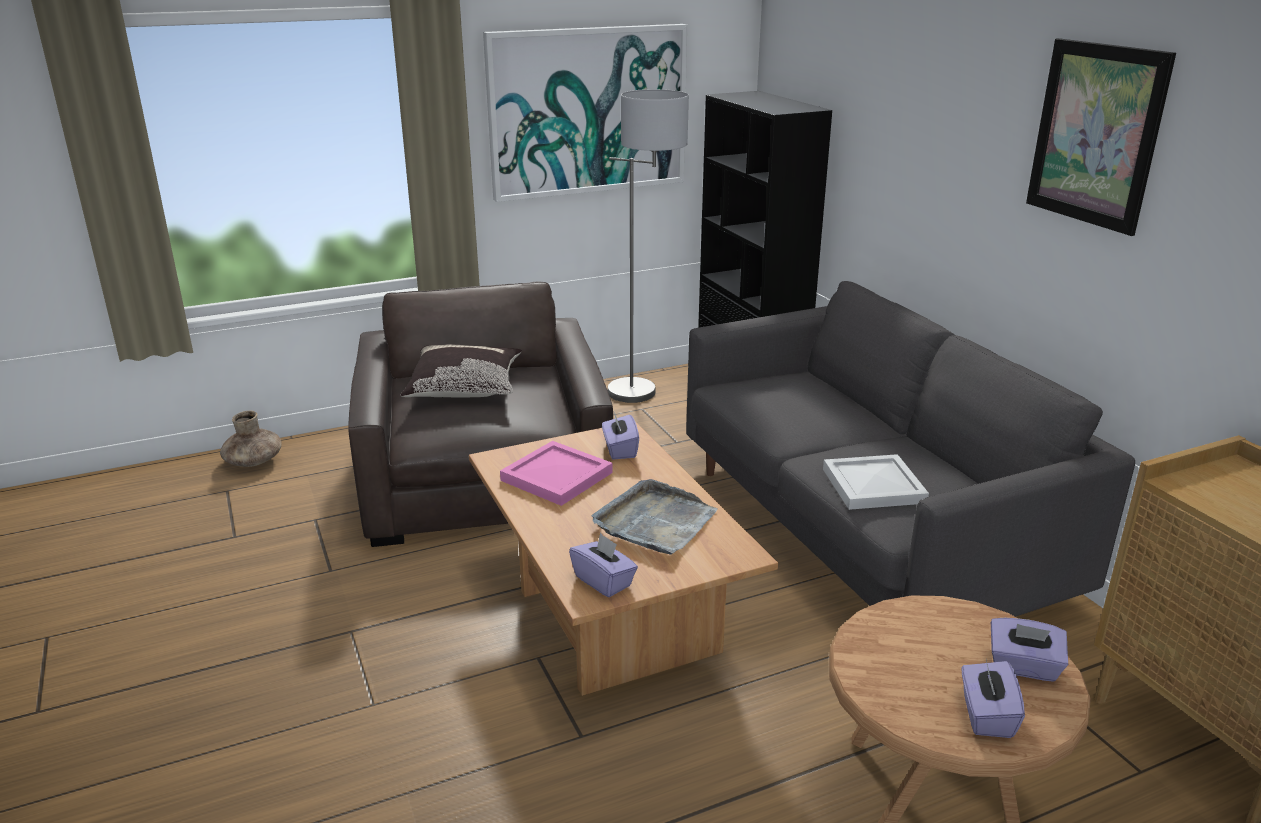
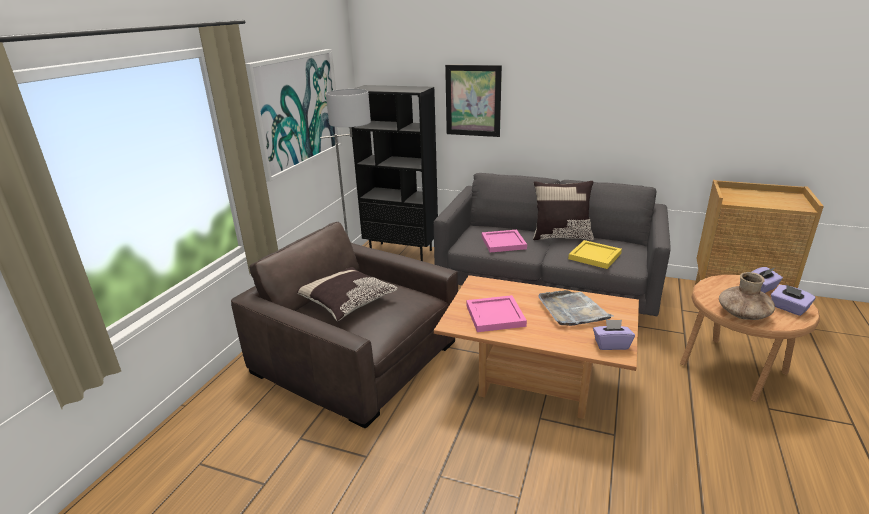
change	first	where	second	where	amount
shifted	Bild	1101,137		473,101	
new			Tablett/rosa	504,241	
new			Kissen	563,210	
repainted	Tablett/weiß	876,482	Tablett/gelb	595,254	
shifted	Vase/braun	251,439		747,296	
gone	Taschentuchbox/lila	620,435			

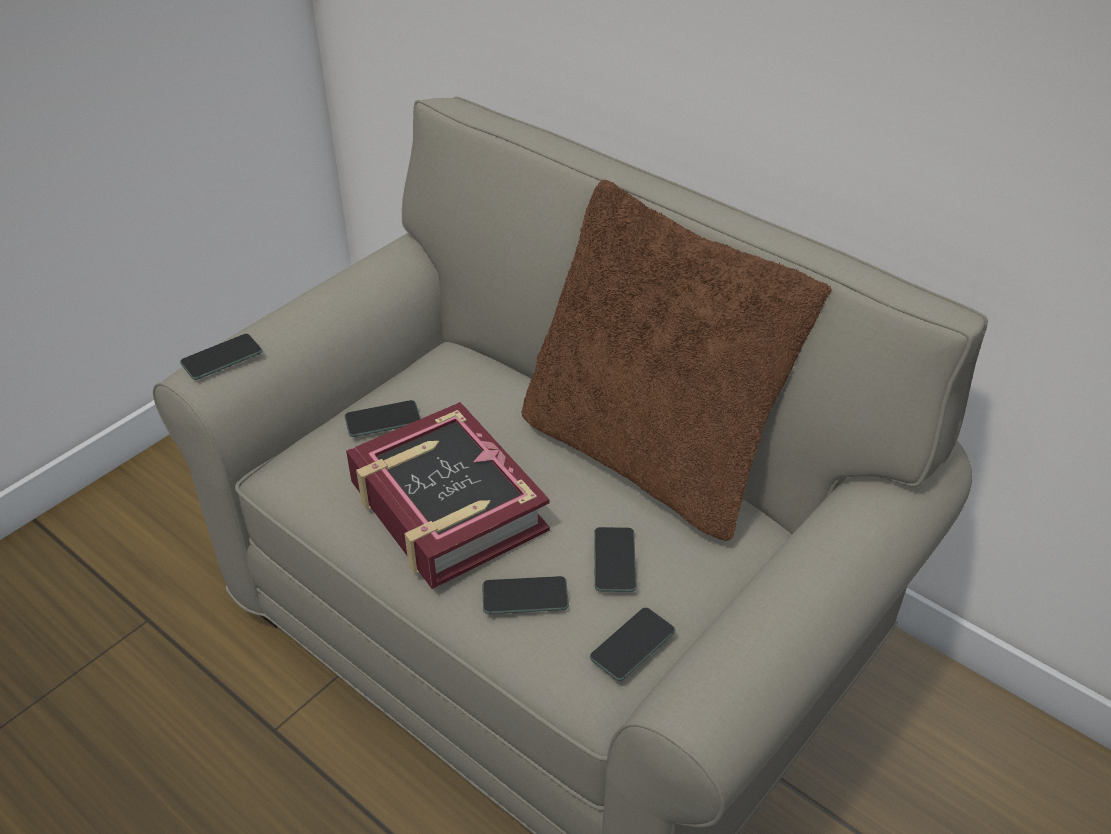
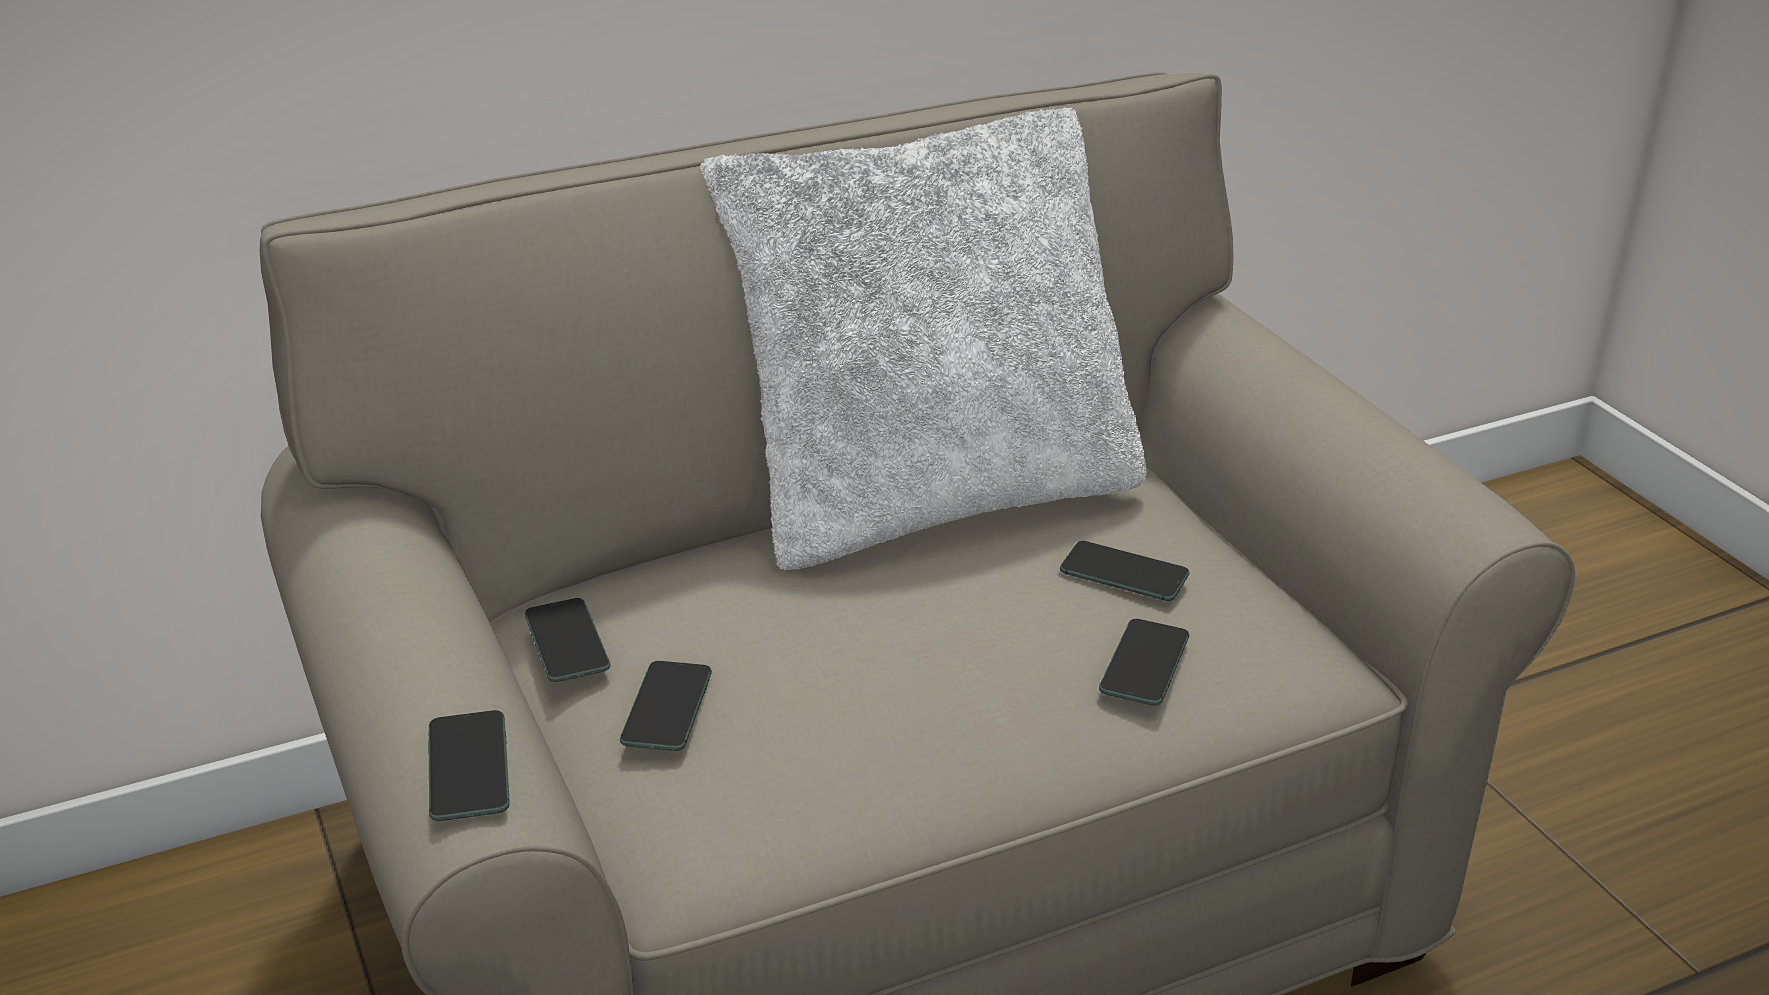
change	first	where	second	where	amount
shifted	Handy	632,644		568,640	
repainted	Kissen/braun	676,360	Kissen/weiß	923,339	
gone	Buch	448,495			

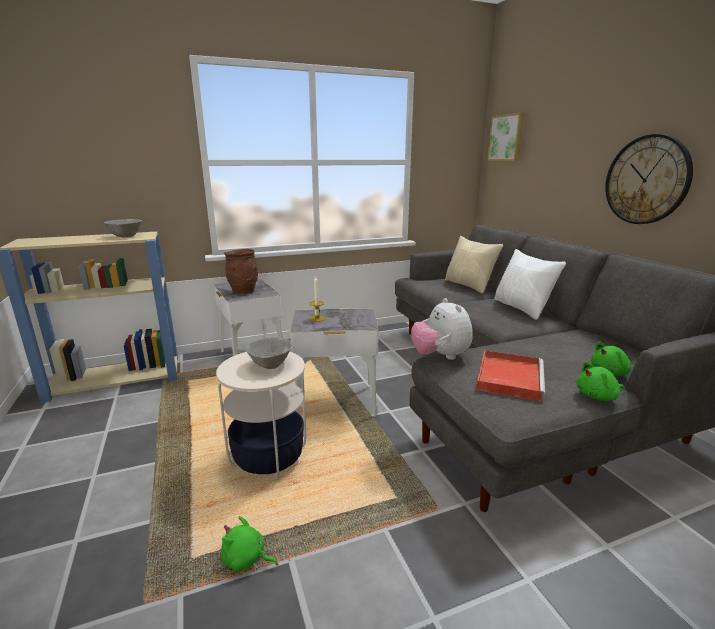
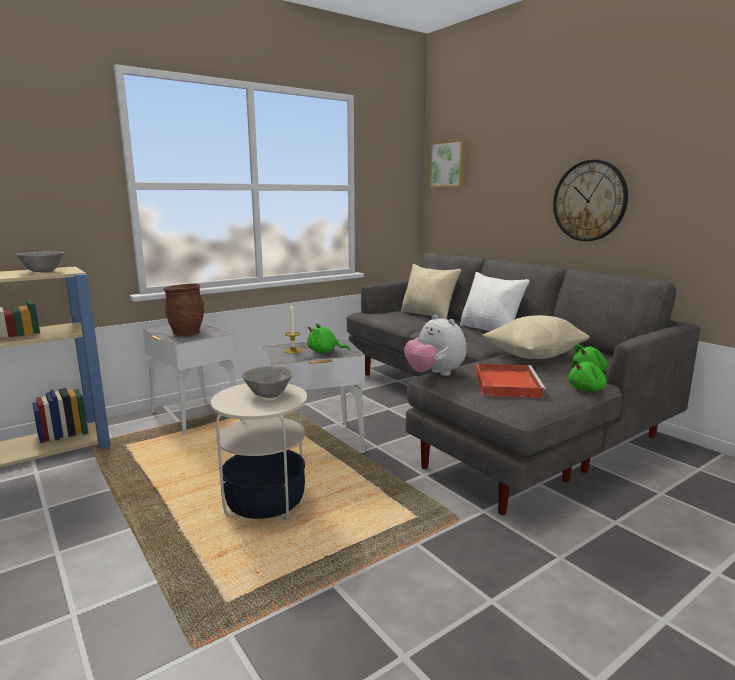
change	first	where	second	where	amount
shifted	Plüschtier/grün	249,543		328,338	
new			Kissen/beige	536,337	

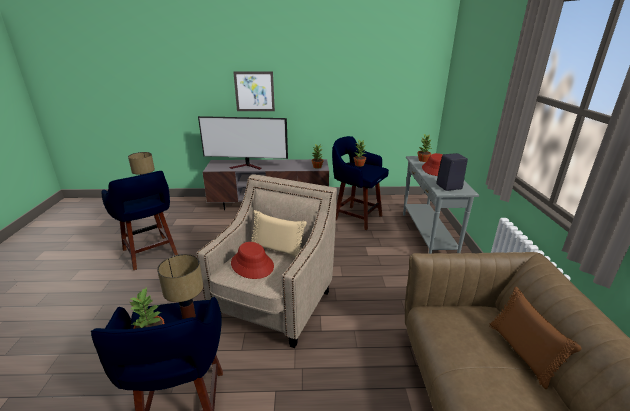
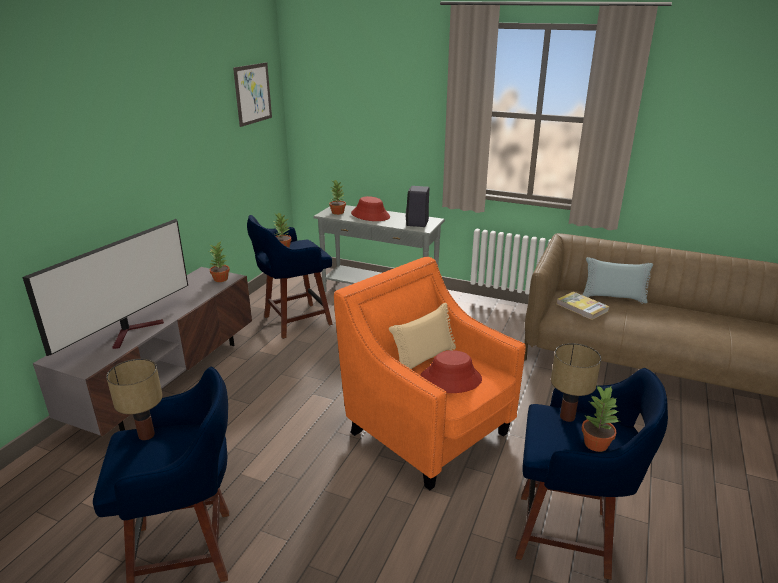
change	first	where	second	where	amount
shifted	Bild	254,91		252,94	
repainted	Sessel/beige	266,261	Sessel/orange	430,373	
new			Buch	583,306	
repainted	Kissen/braun	535,338	Kissen/blau	617,280	

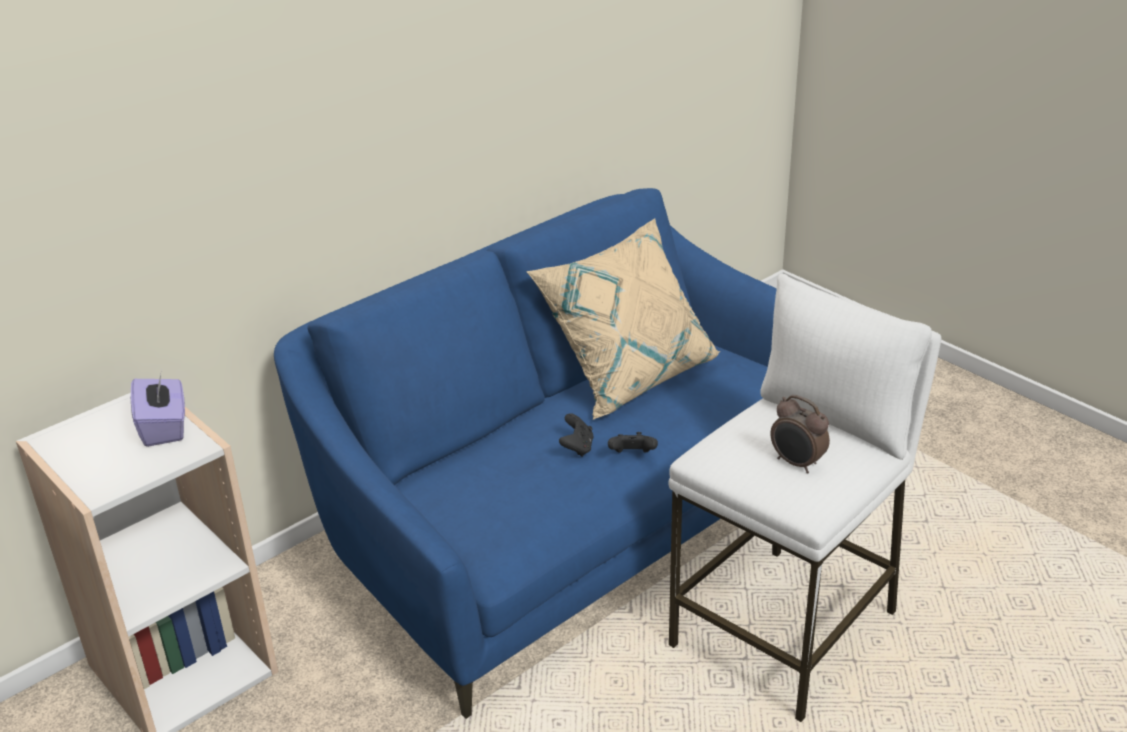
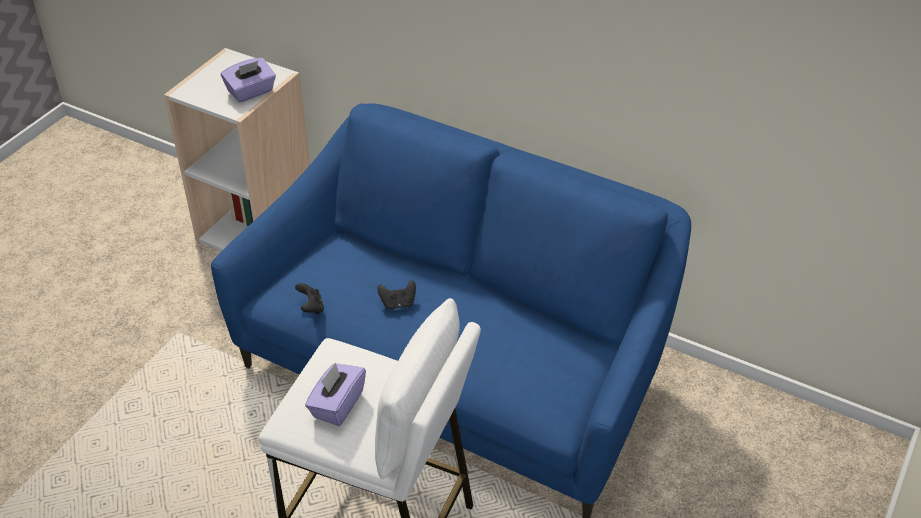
change	first	where	second	where	amount
shifted	Gamepad/schwarz	633,442		309,298	
swapped	Wecker	800,434	Taschentuchbox/lila	335,394	
gone	Kissen/beige	623,319			

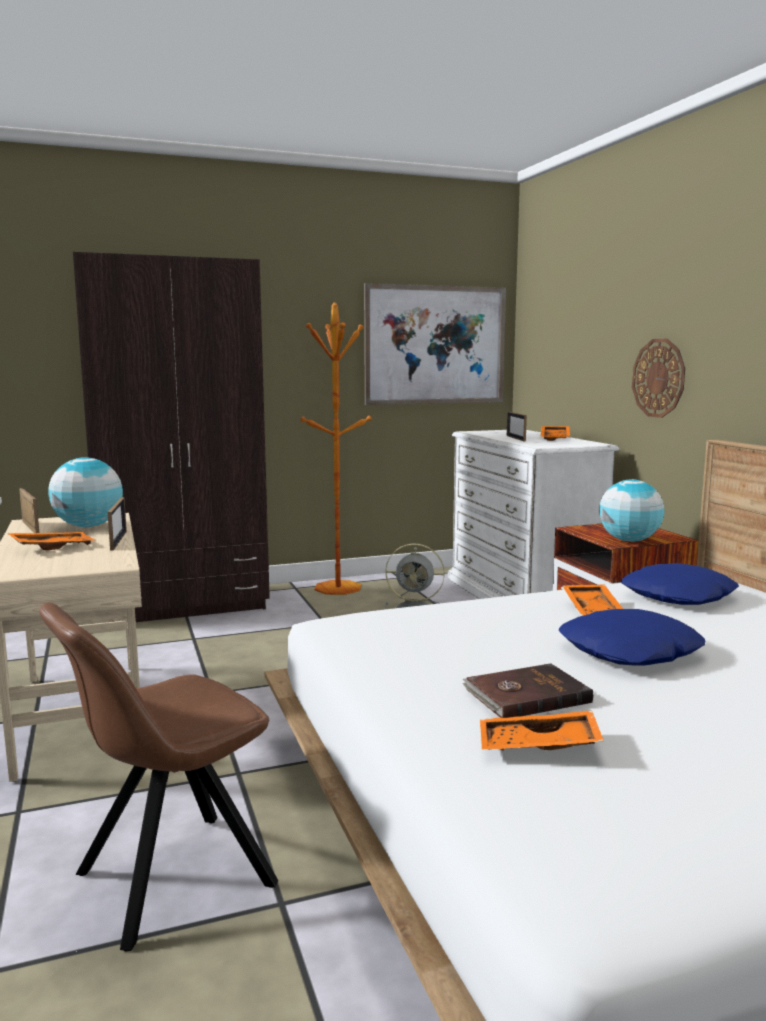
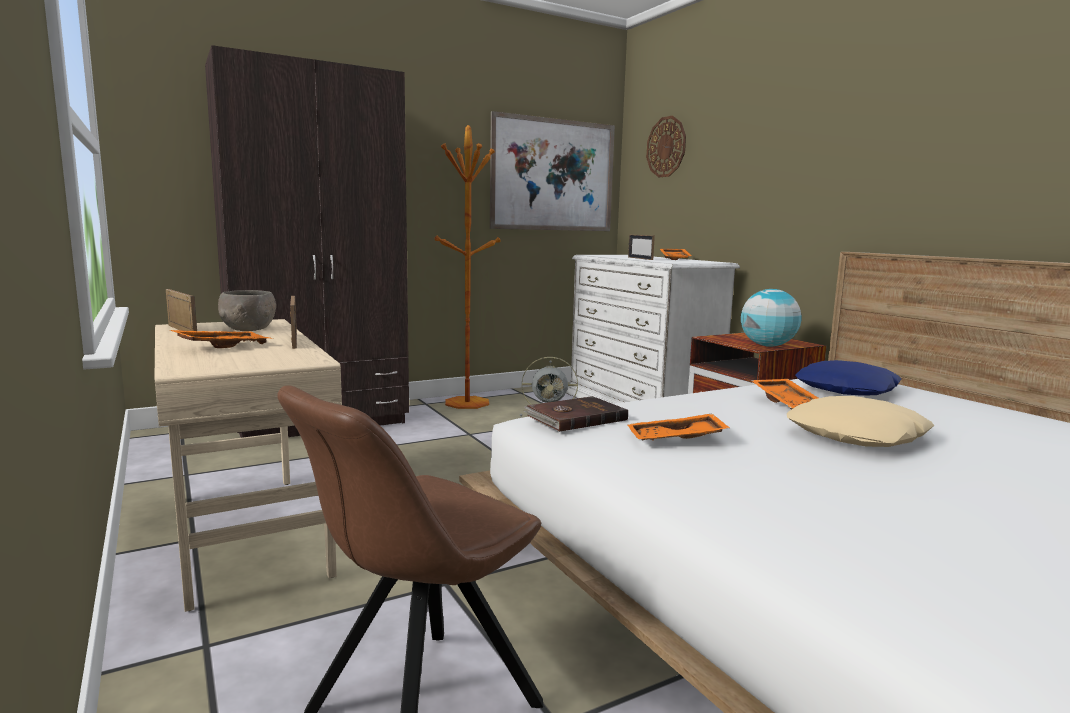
change	first	where	second	where	amount
swapped	Globus	85,492	Schüssel/grau	247,310	
shifted	Buch/braun	527,690		576,414	
shifted	Tablett/orange	542,730		678,427	
shifted	Wanduhr	658,378		666,146	
repainted	Kissen/blau	632,637	Kissen/beige	860,421	

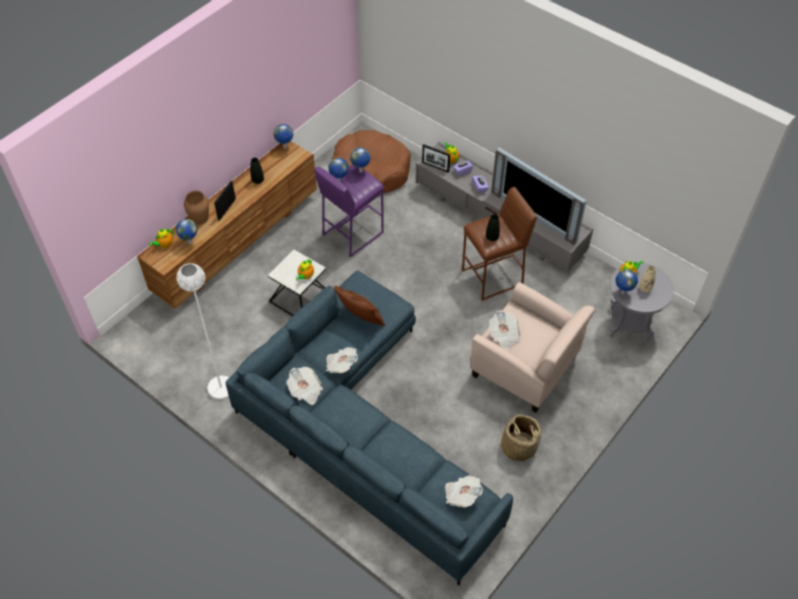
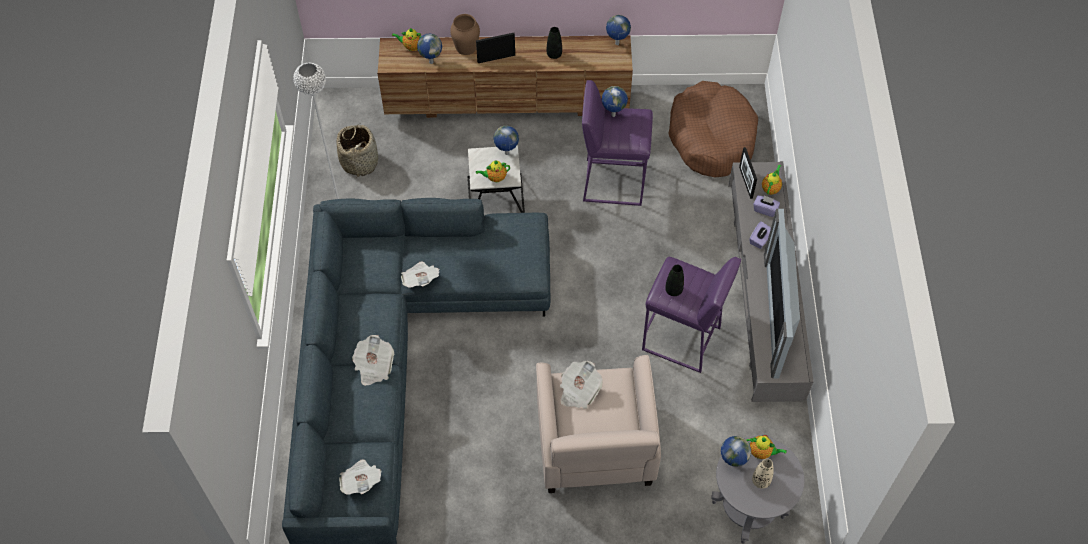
change	first	where	second	where	amount
shifted	Korb	520,437		357,150	
shifted	Zeitung	304,386		373,360	
shifted	Globus	360,160		506,140	
repainted	Hocker/braun	499,244	Hocker/lila	691,315	
gone	Kissen/braun	359,306			

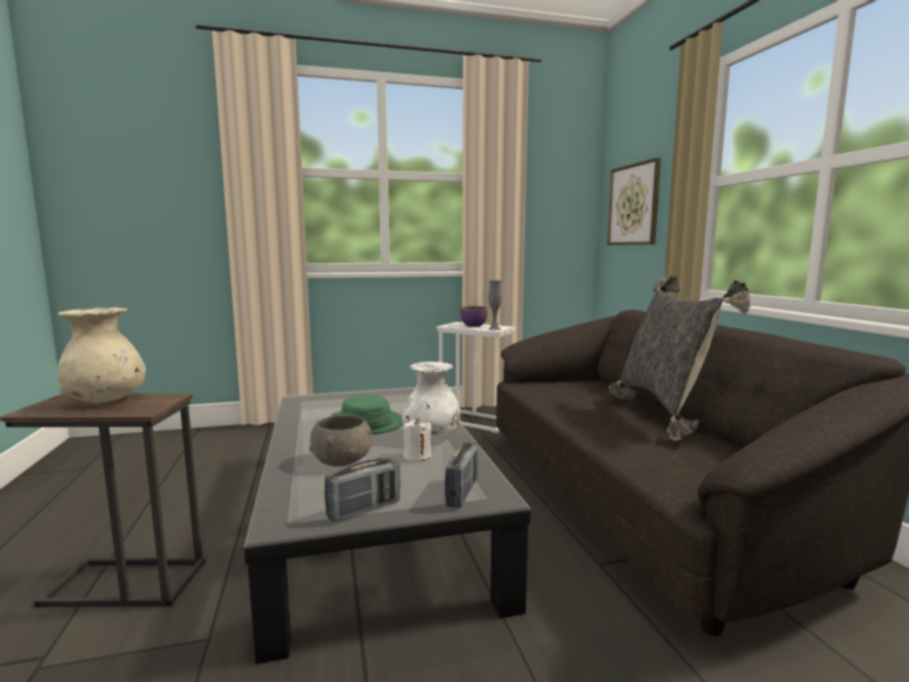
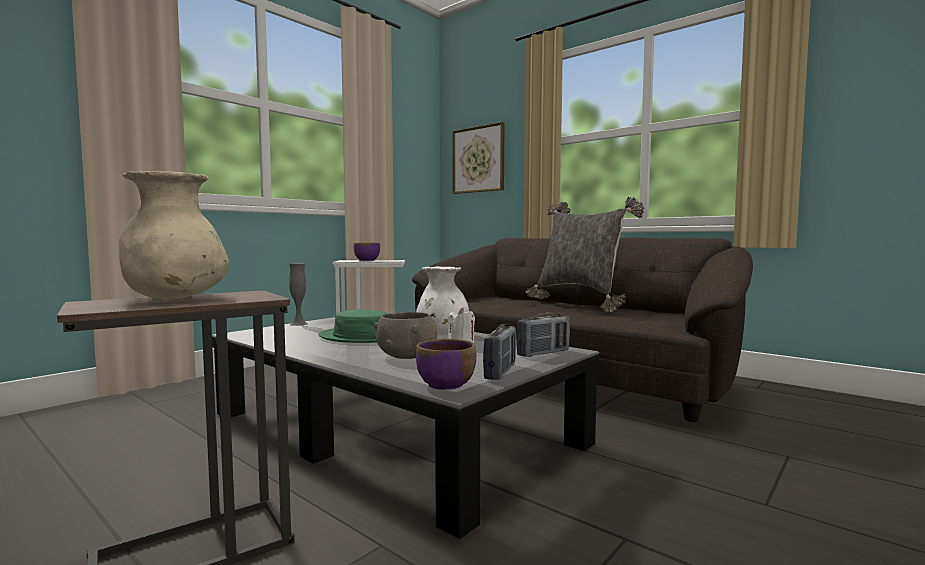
change	first	where	second	where	amount
shifted	Vase/grau	495,305		298,294	
new			Schüssel/lila	446,364	
rotated	Radio	461,475		543,335	75 degrees clockwise

